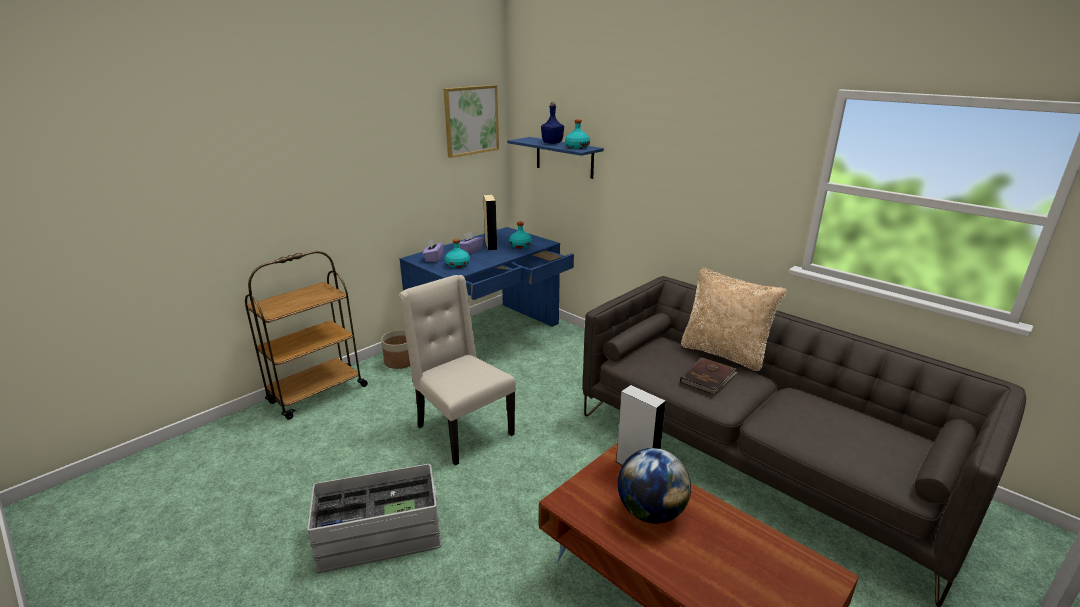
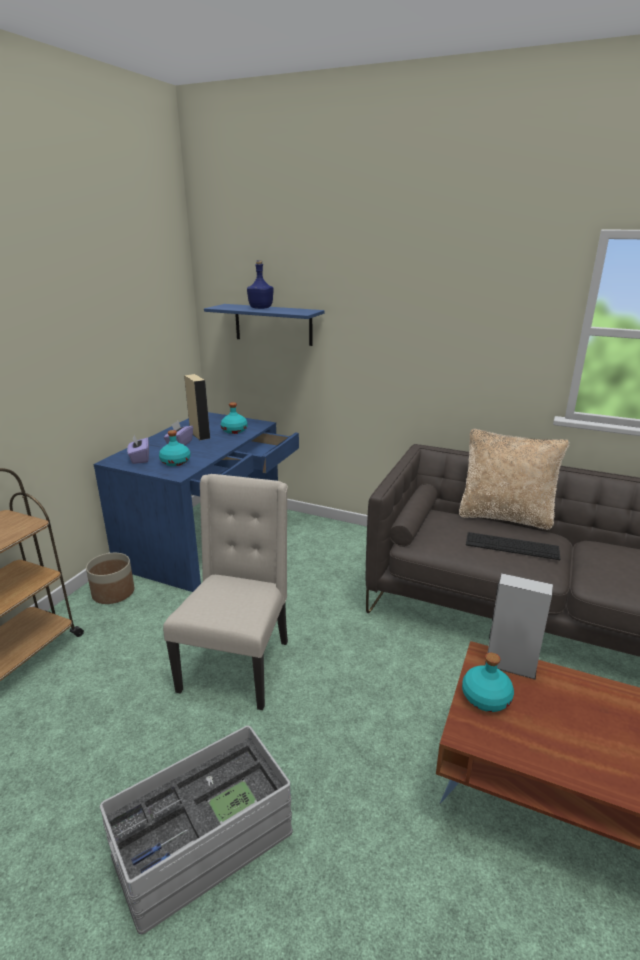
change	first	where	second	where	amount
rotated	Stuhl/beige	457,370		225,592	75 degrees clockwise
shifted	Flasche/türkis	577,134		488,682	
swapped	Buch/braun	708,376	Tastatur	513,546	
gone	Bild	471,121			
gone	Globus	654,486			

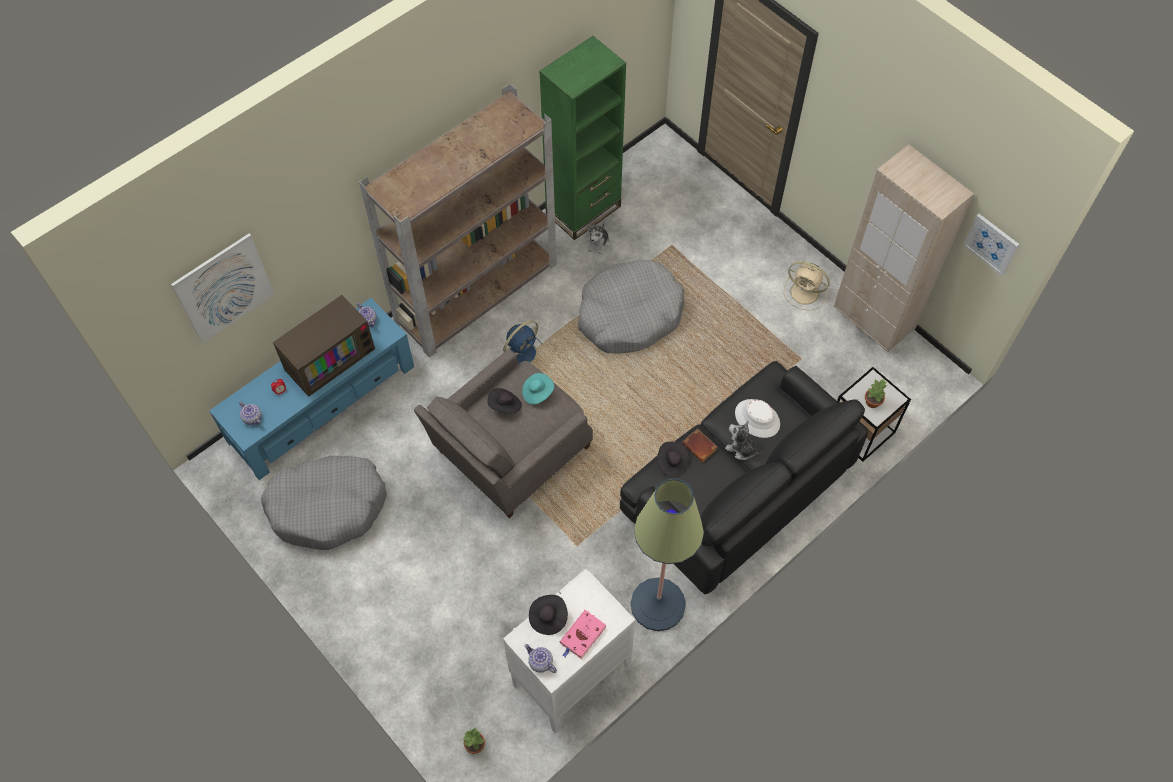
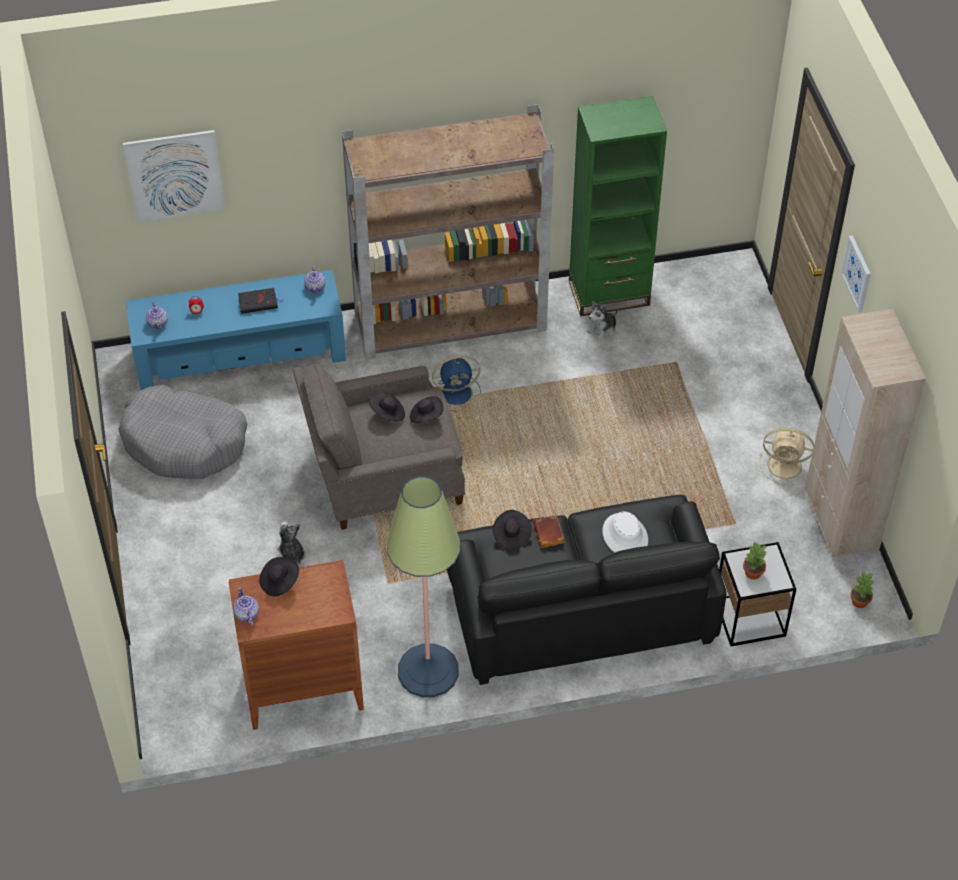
change	first	where	second	where	amount
repainted	Kommode/weiß	569,651	Kommode/braun	296,645	
swapped	Fernseher	324,346	Buch/schwarz	261,301	
shifted	Plüschtier	744,440		291,542	
repainted	Hut/türkis	538,388	Hut/schwarz	427,409	
rotated	Ventilator/beige	807,286		787,456	45 degrees counterclockwise
shifted	Bild	991,245		856,273	
shifted	Topfpflanze	474,741		862,589	
gone	Buch/rosa	583,634			
gone	Hundebett/grau	631,306			

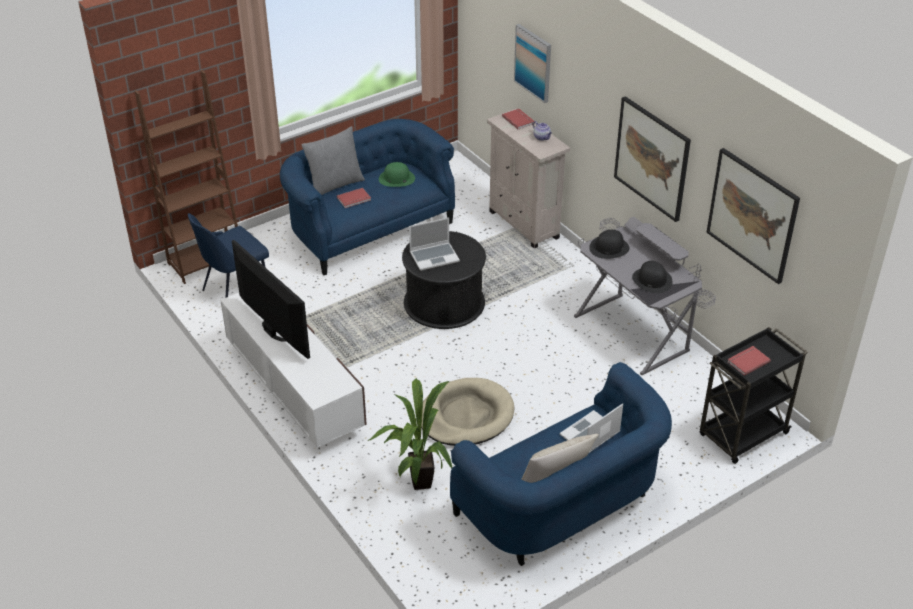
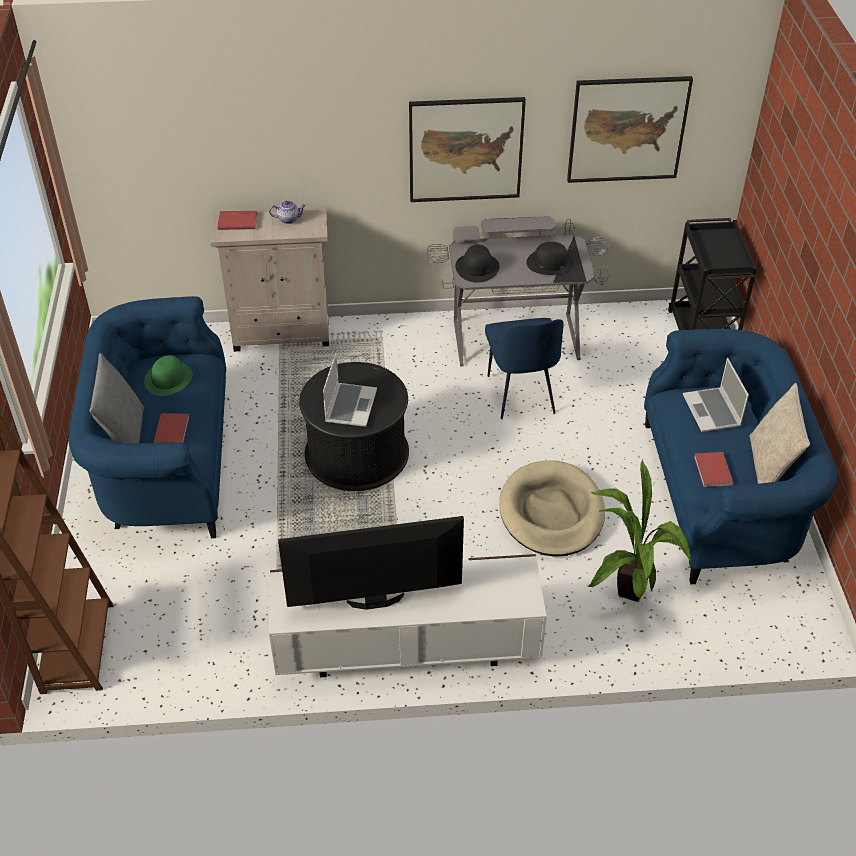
change	first	where	second	where	amount
shifted	Stuhl/blau	228,255		524,368	
shifted	Buch/rot	749,361		714,469	
gone	Bild	532,63			

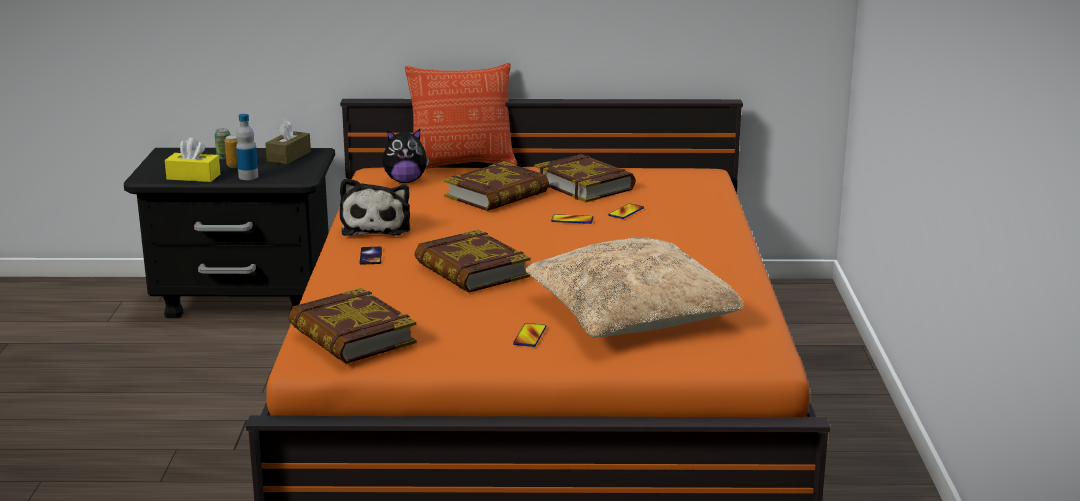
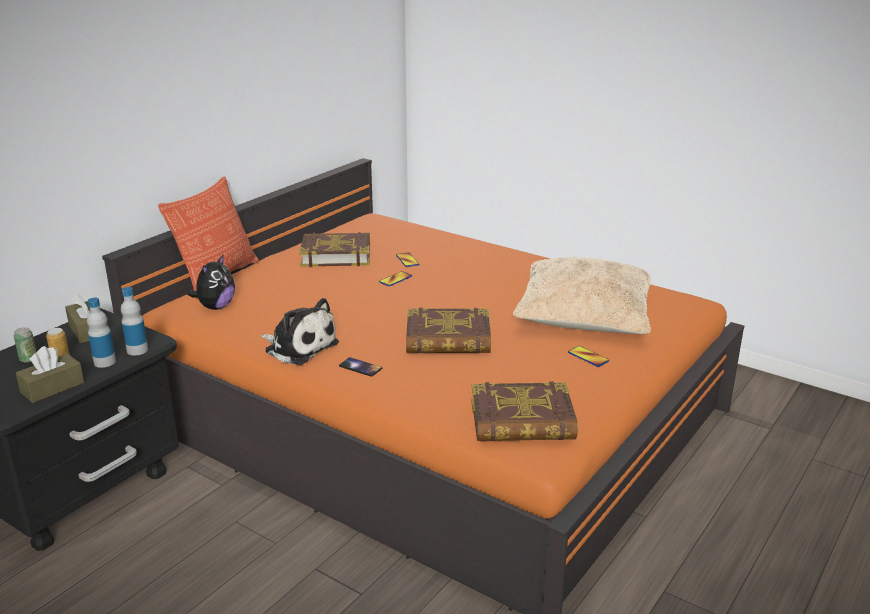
change	first	where	second	where	amount
repainted	Taschentuchbox/gelb	192,160	Taschentuchbox/braun	50,374	
new			Flasche	134,321	
gone	Buch	496,186			

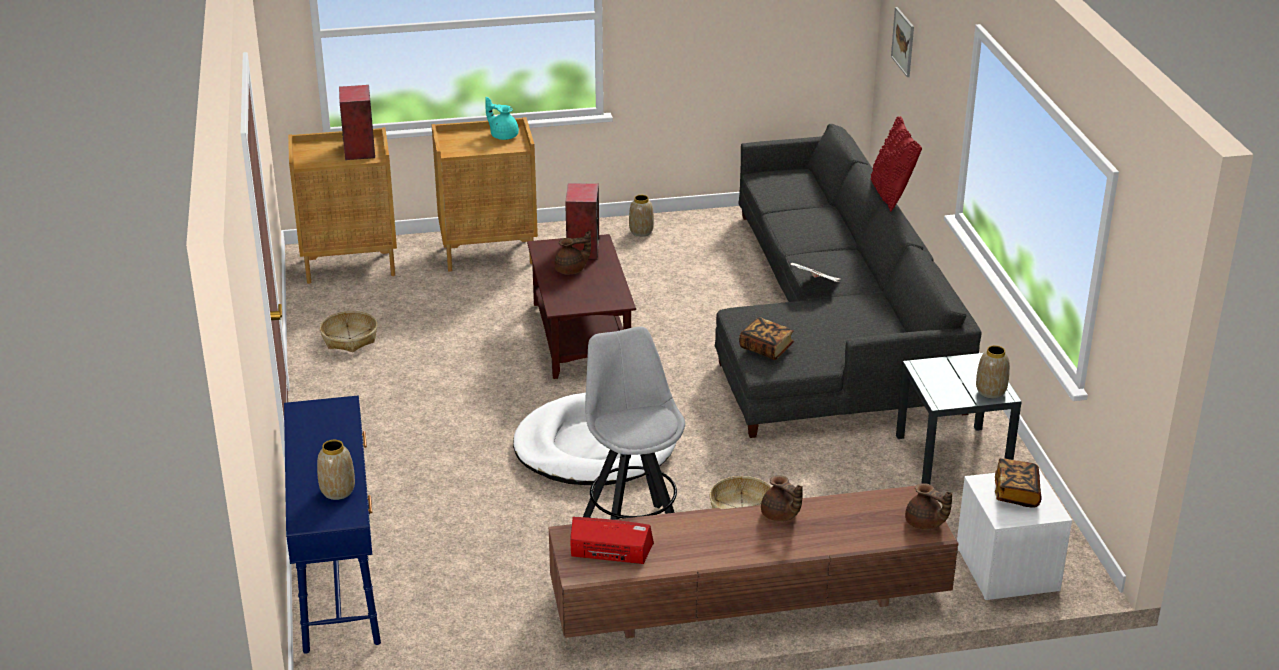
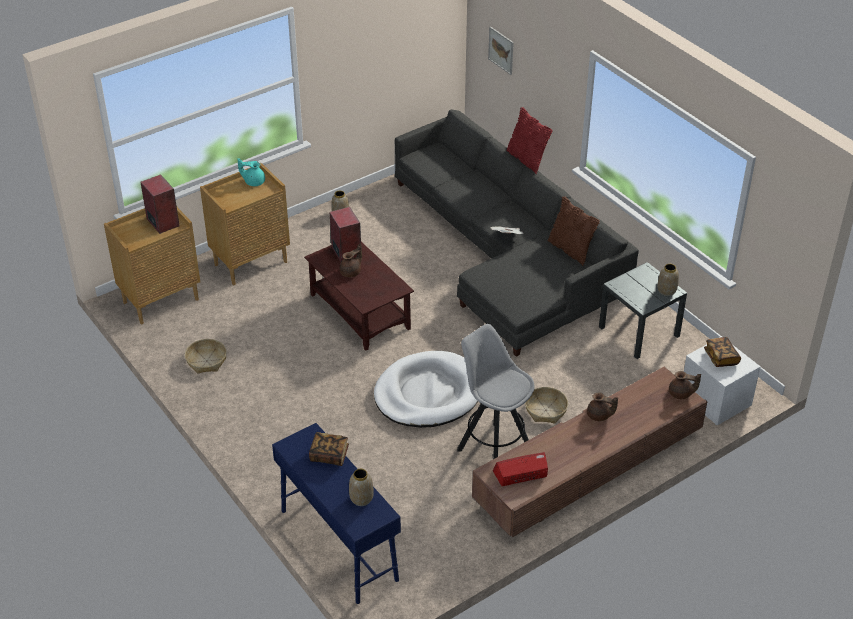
change	first	where	second	where	amount
shifted	Buch	766,338		329,449	
new			Kissen/braun	574,231	

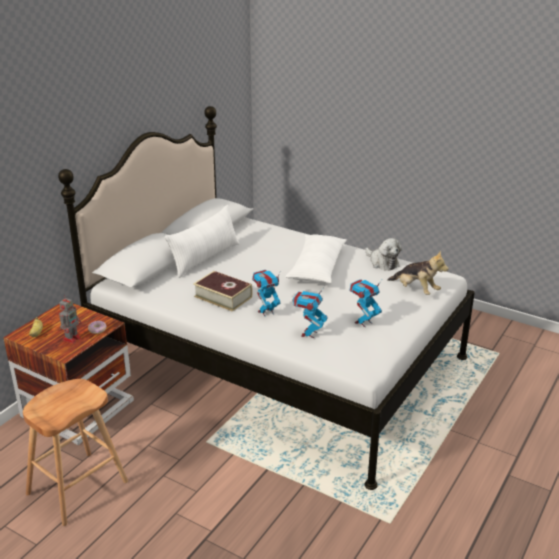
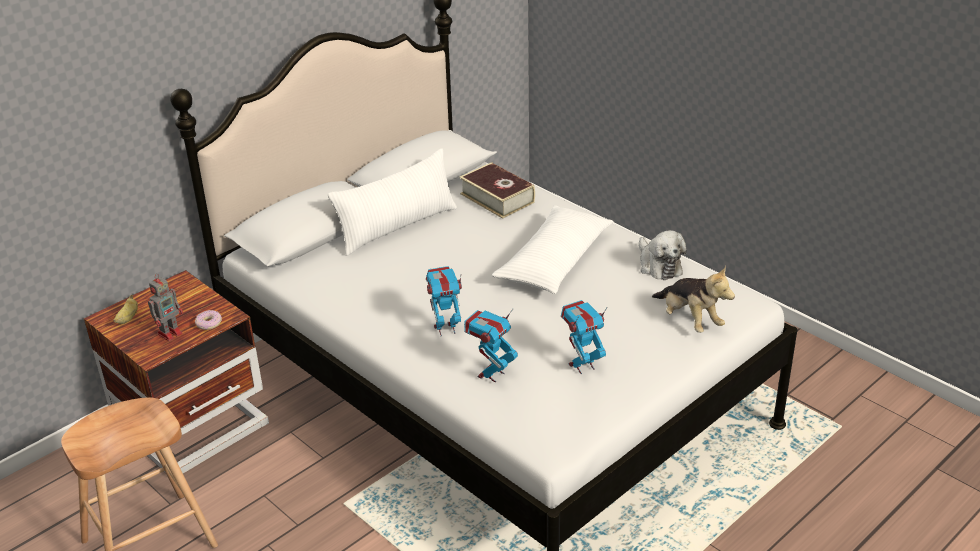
change	first	where	second	where	amount
shifted	Buch	223,291		497,190	

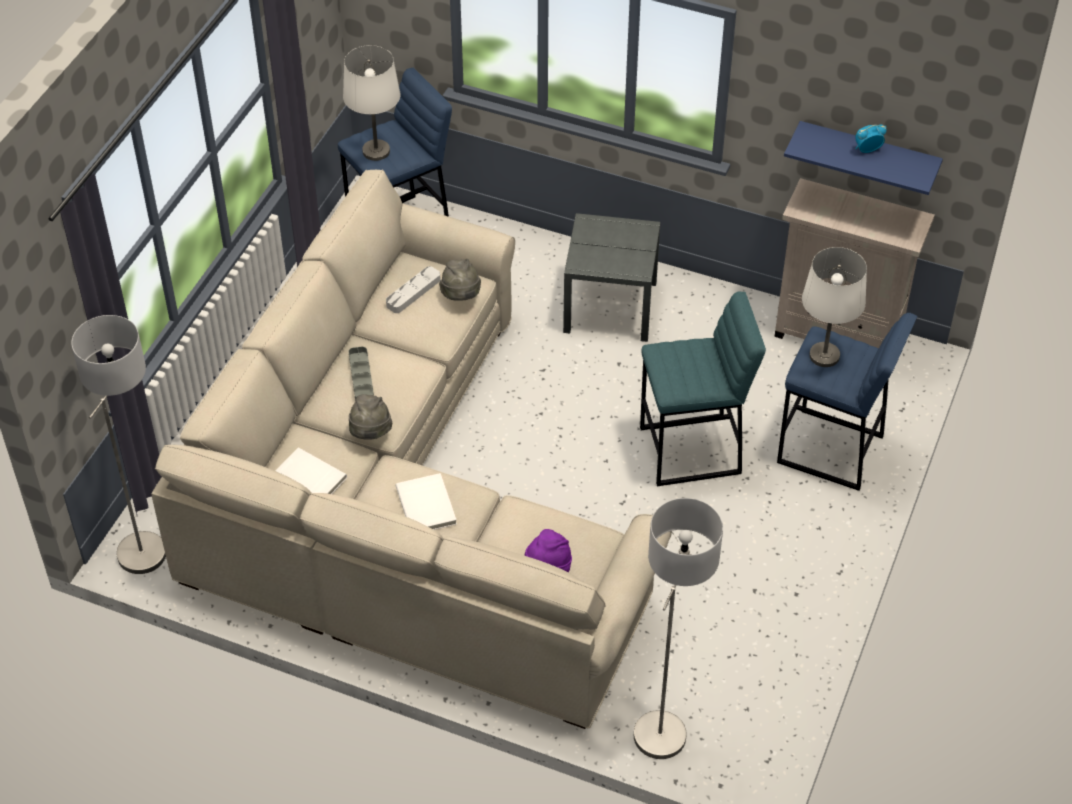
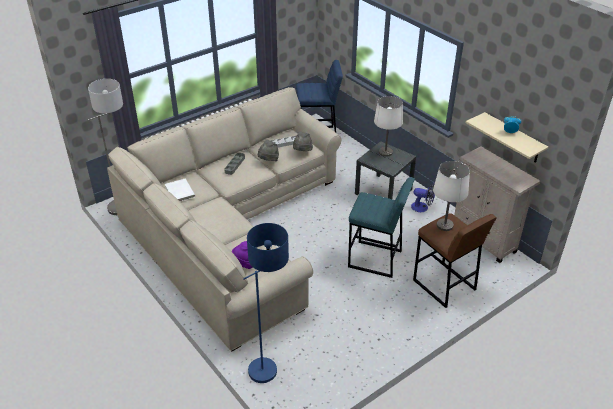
change	first	where	second	where	amount
repainted	Stehlampe/grau	678,628	Stehlampe/blau	266,303	
shifted	Hut/grau	370,417		268,150	
shifted	Tischlampe/weiß	372,103		388,126	
new			Ventilator	423,198	
repainted	Hocker/blau	847,402	Hocker/braun	455,260	
repainted	Wandregal/blau	863,158	Wandregal/beige	507,137	
gone	Buch/weiß	426,501			

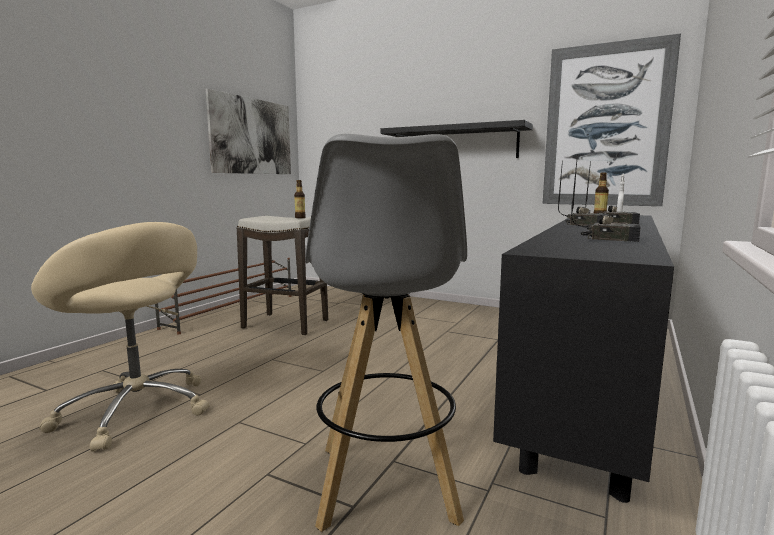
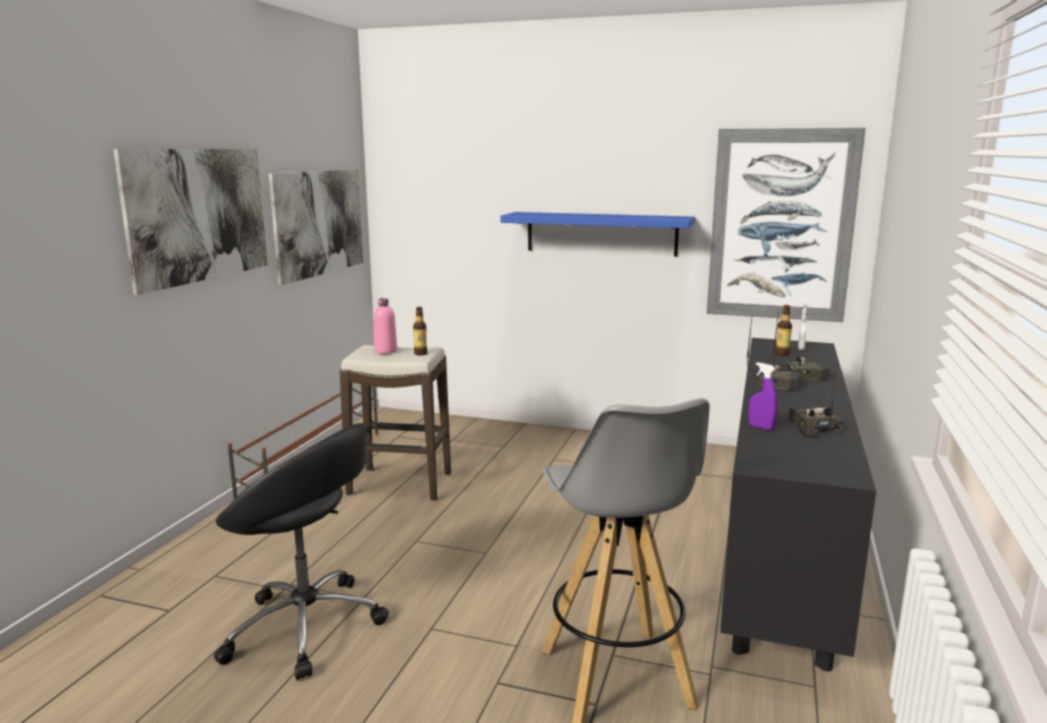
change	first	where	second	where	amount
new			Bild	190,222	
repainted	Bürostuhl/beige	120,336	Bürostuhl/schwarz	301,551	
new			Flasche/rosa	385,326	
repainted	Wandregal/schwarz	457,139	Wandregal/blau	598,234	
new			Sprühflasche/lila	763,396	
rotated	Radio	605,198		816,399	120 degrees counterclockwise

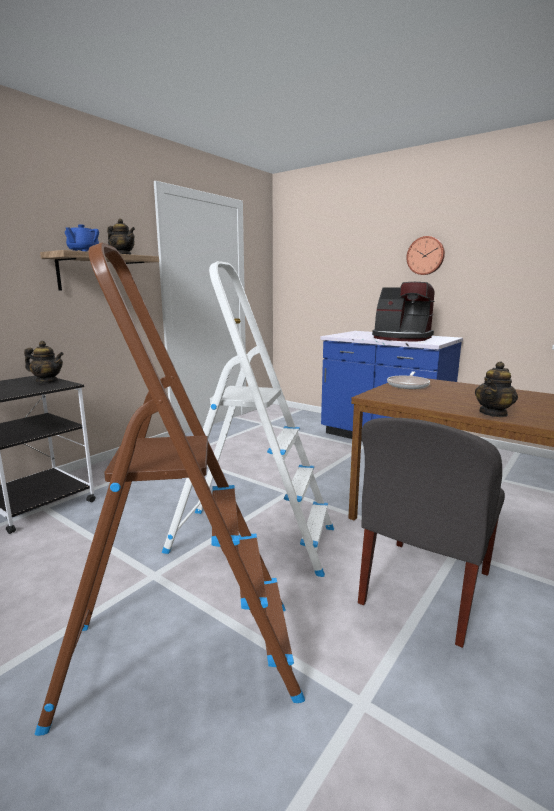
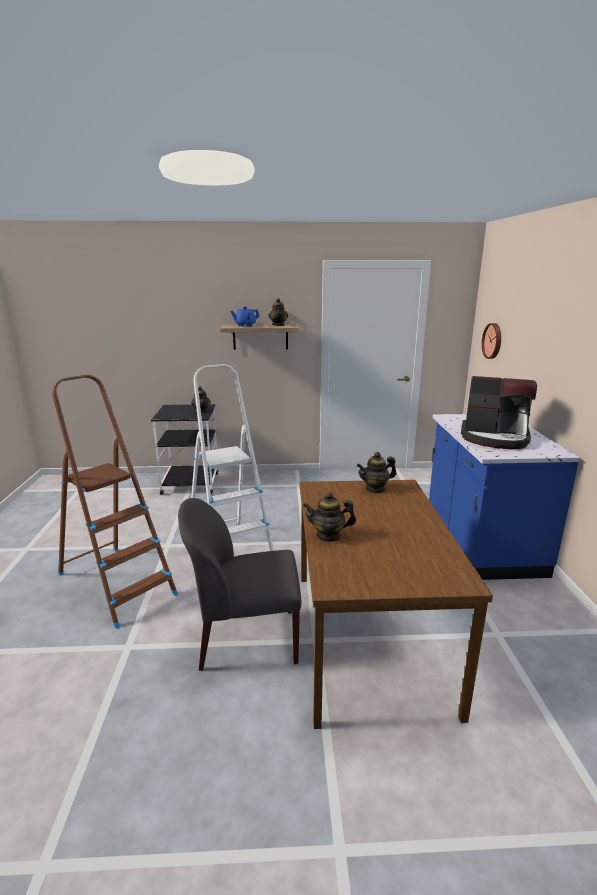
change	first	where	second	where	amount
swapped	Pfanne	408,380	Teekanne	376,472	
rotated	Kaffeemaschine	403,311		499,412	60 degrees counterclockwise
shifted	Wanduhr	426,255		491,341	

